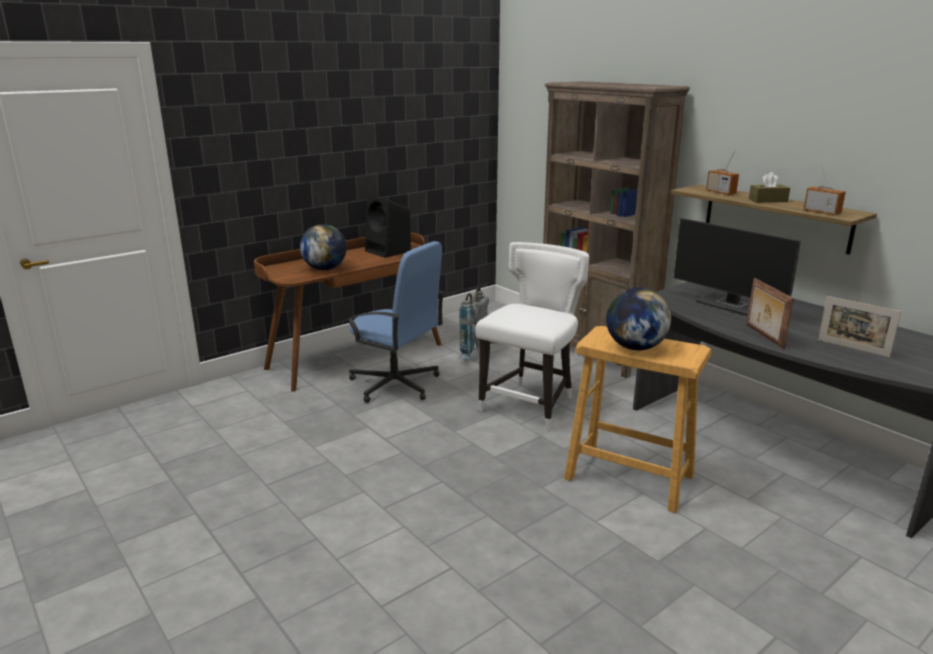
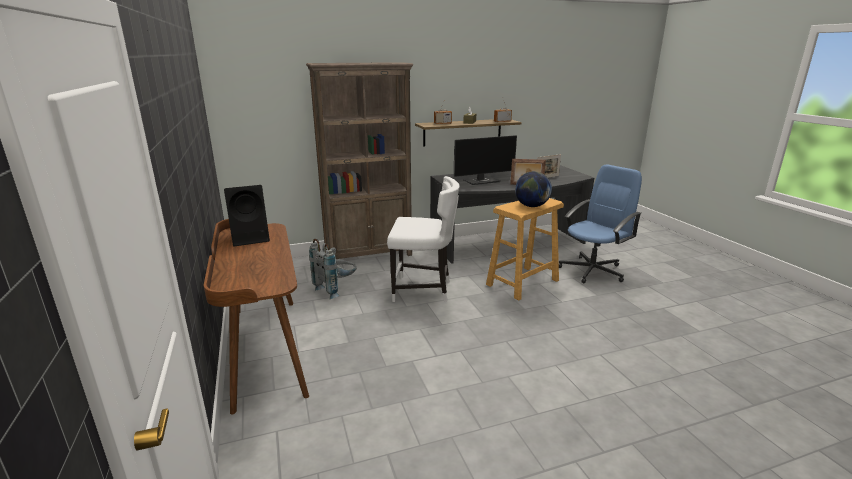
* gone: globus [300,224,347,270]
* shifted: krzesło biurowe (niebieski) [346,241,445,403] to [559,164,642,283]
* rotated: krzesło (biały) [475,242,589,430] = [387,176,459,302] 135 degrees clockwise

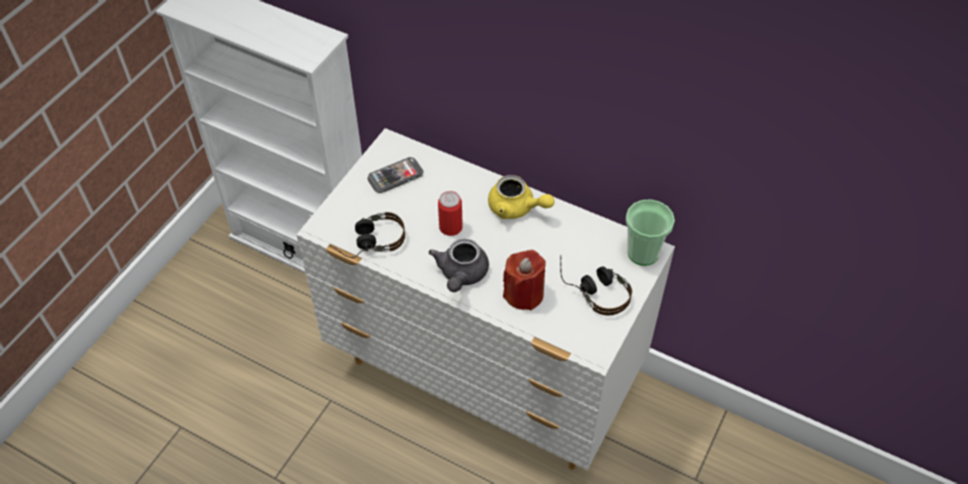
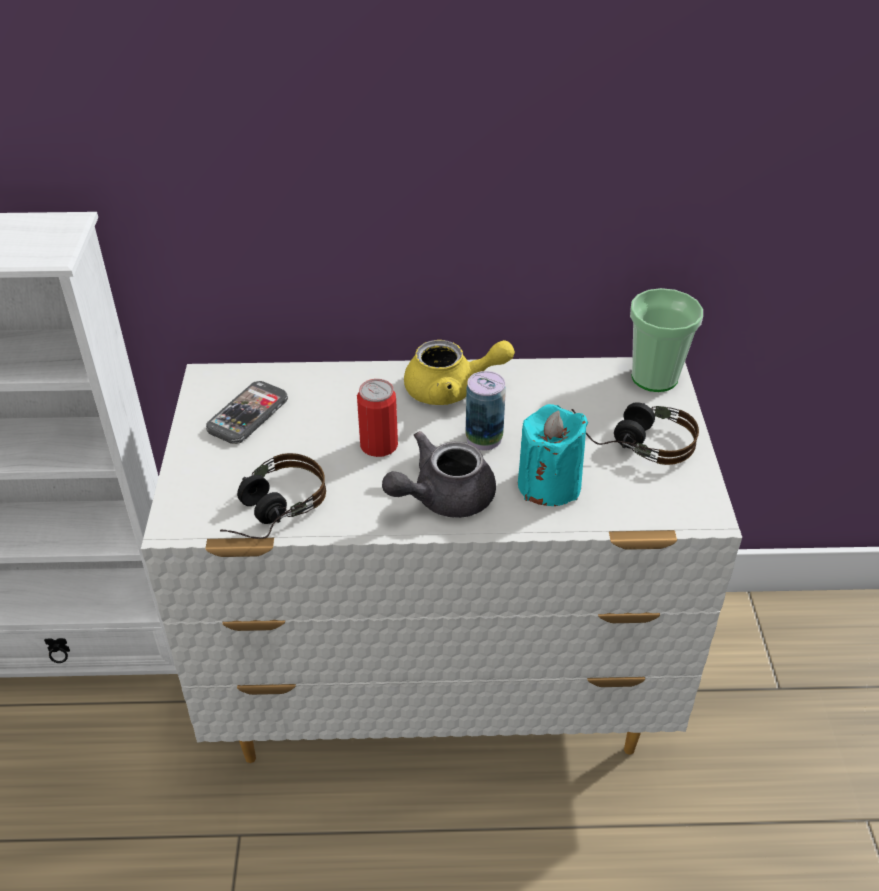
* new: puszka [466,371,506,450]
* repainted: świeca (czerwony) [503,250,546,310] to świeca (turkusowy) [518,404,588,506]
* rotated: imbryk (szary) [429,239,489,292] = [382,431,496,518] 75 degrees clockwise

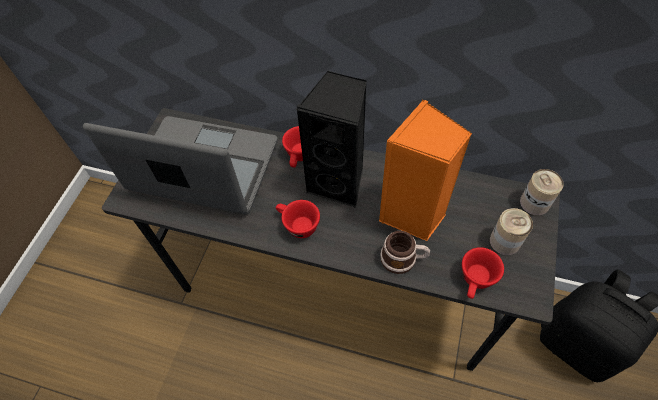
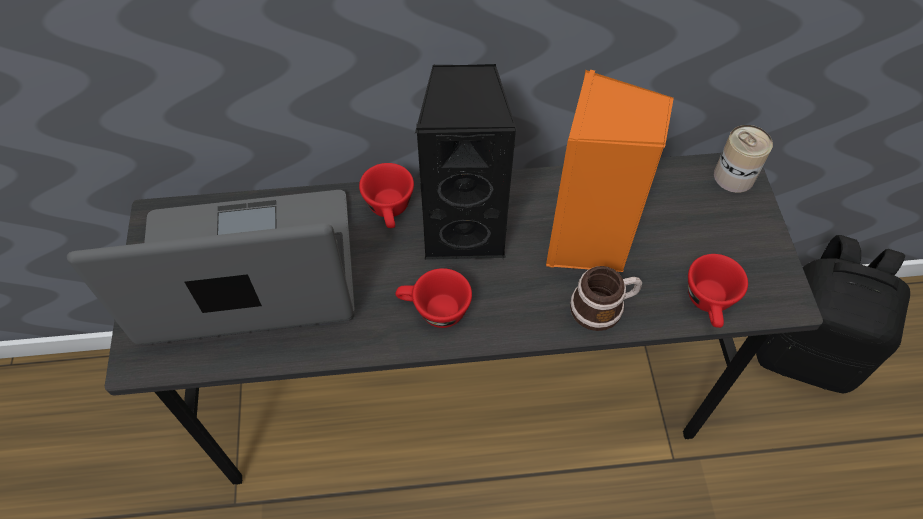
* gone: puszka [490,208,533,255]

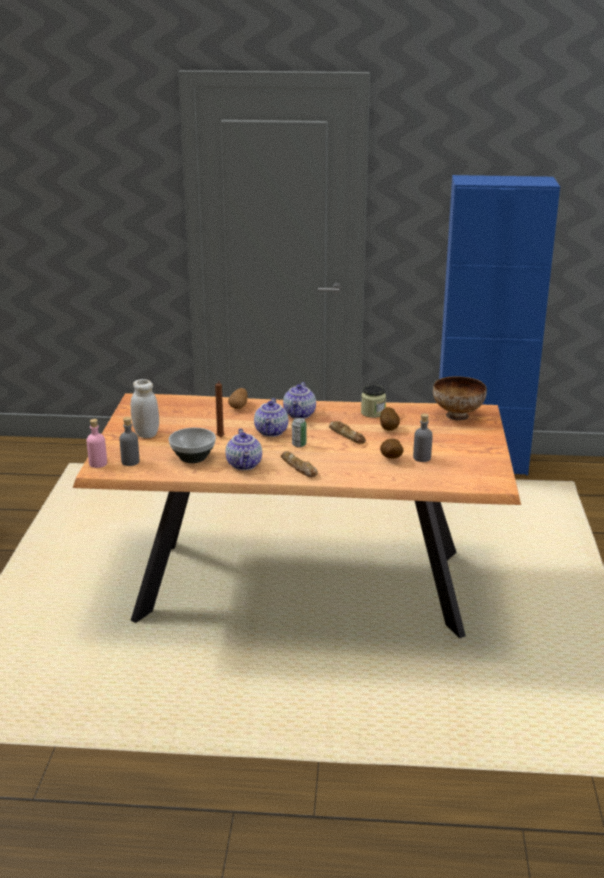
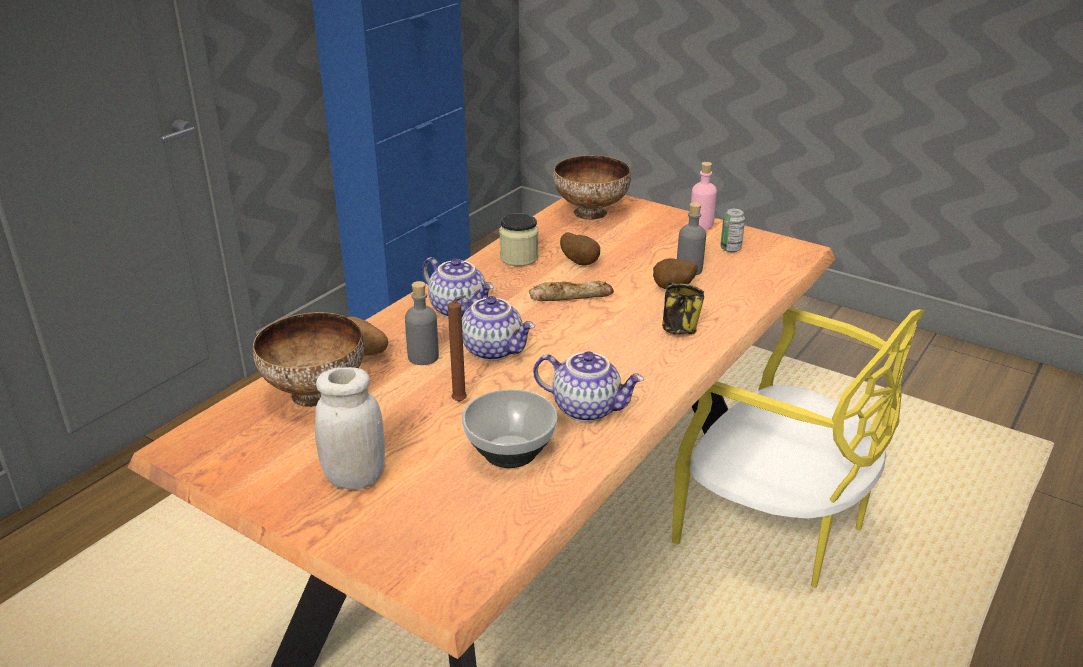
* gone: chleb [280,451,318,477]
* new: miska [253,312,364,407]
* new: kubek [662,283,704,334]
* new: krzesło (żółty) [672,307,925,588]
* shifted: butelka (różowy) [87,419,107,468] to [691,162,717,229]
* shifted: butelka (szary) [119,417,139,466] to [405,281,439,365]
* shifted: puszka [292,418,306,447] to [720,209,745,252]

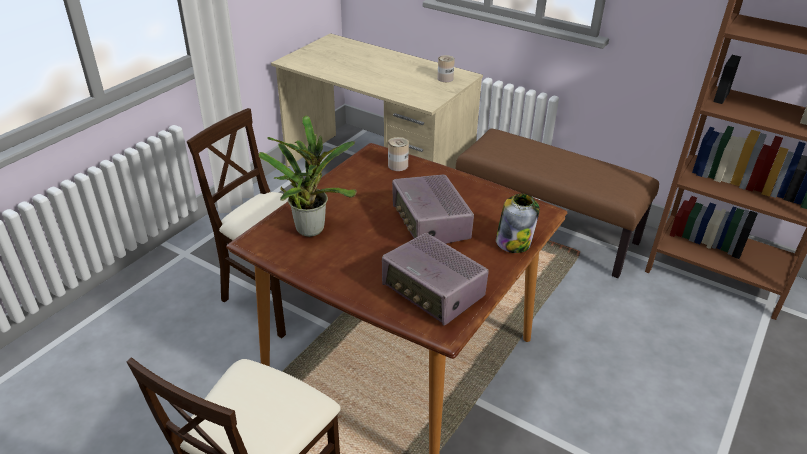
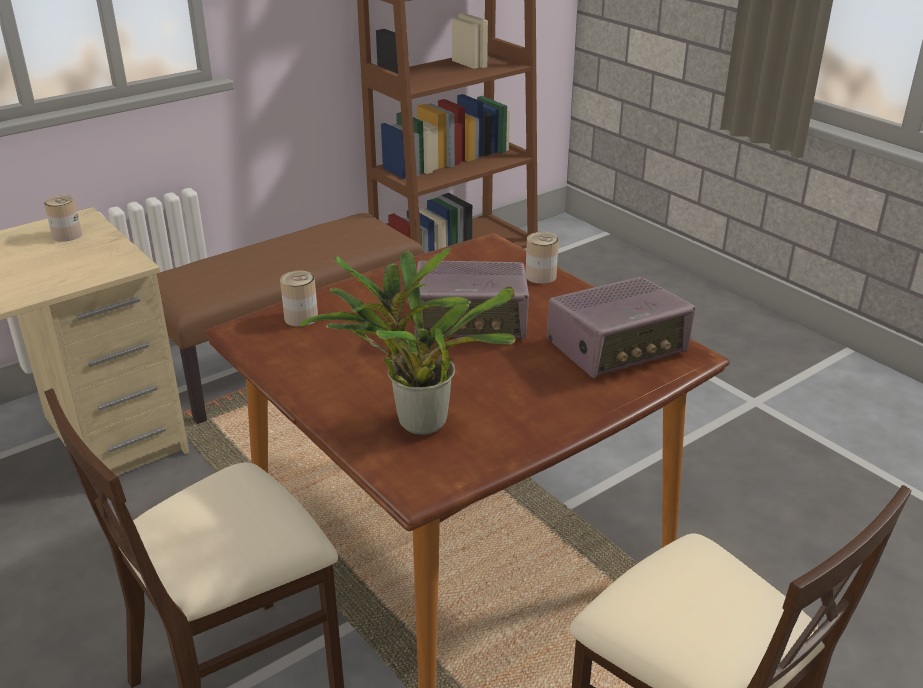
* swapped: słoik [496,194,540,253] to puszka [526,232,559,284]

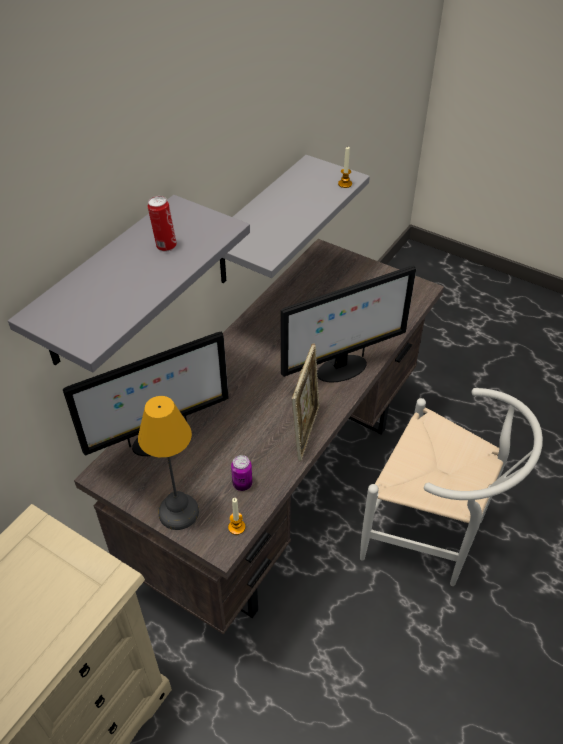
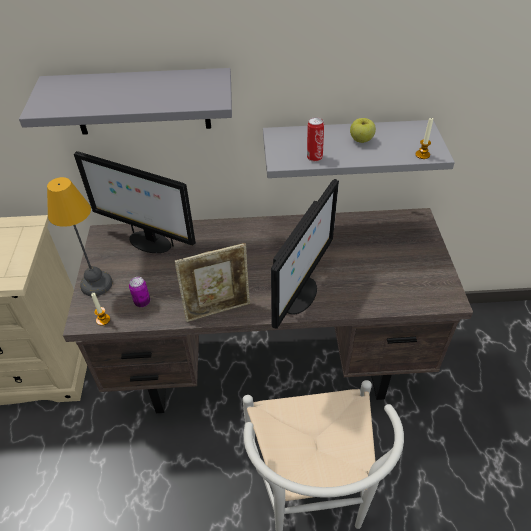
* new: jabłko [350,118,376,143]
* shifted: puszka [148,196,177,252] to [307,117,324,162]
* rotated: monitor [281,266,416,383] = [271,179,339,329] 90 degrees counterclockwise

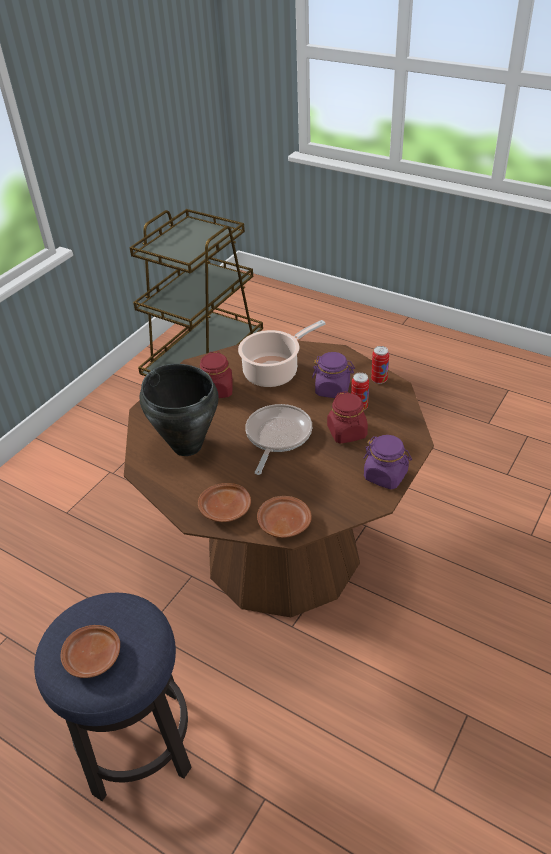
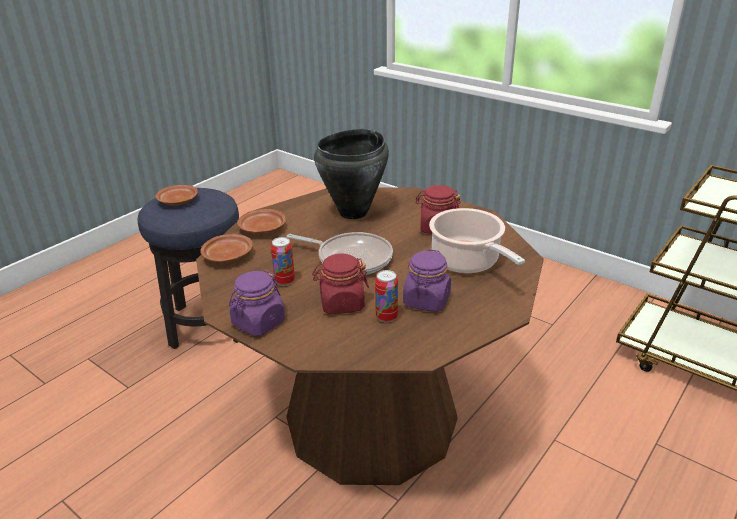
* shifted: puszka [371,346,389,384] to [271,237,295,286]

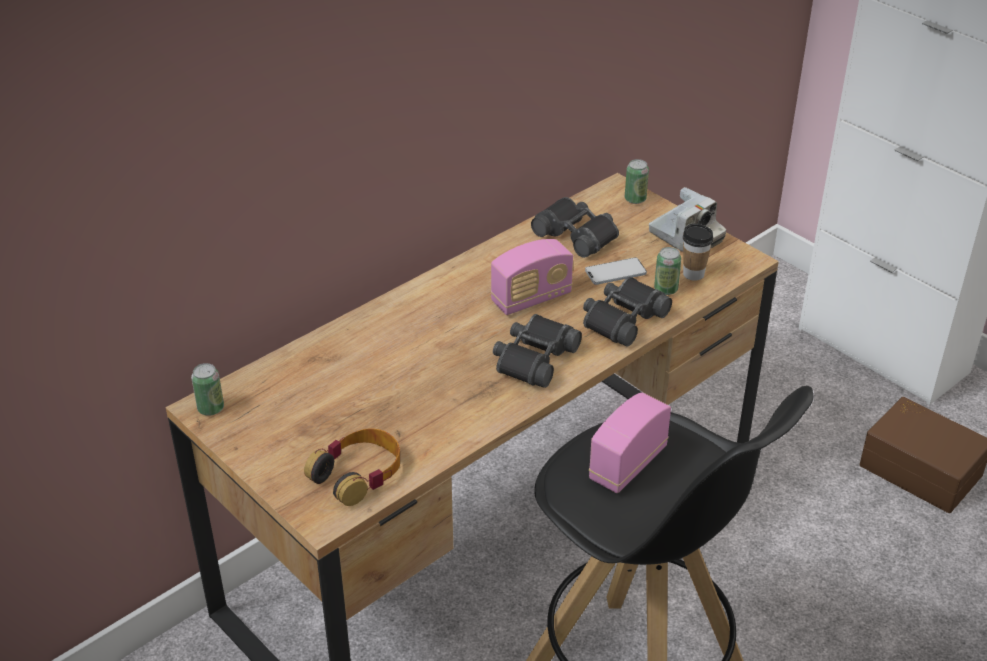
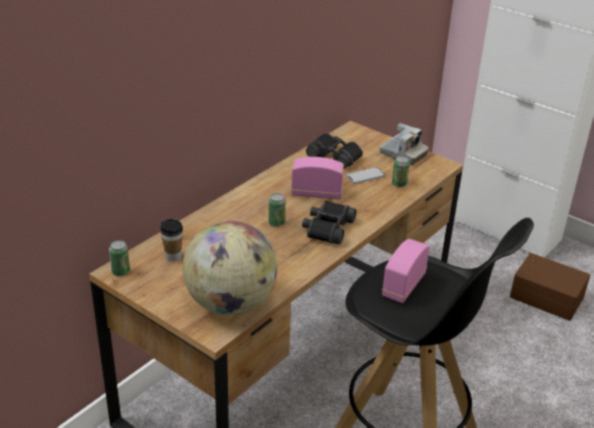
* gone: lornetka (czarny) [583,277,672,346]
* shifted: puszka [625,159,649,204] to [269,193,286,227]
* shifted: filiżanka [683,224,714,281] to [160,219,183,261]
* swapped: słuchawki [304,428,400,506] to globus [183,221,277,315]
* rotated: radio [491,239,573,315] = [291,157,344,200] 135 degrees counterclockwise

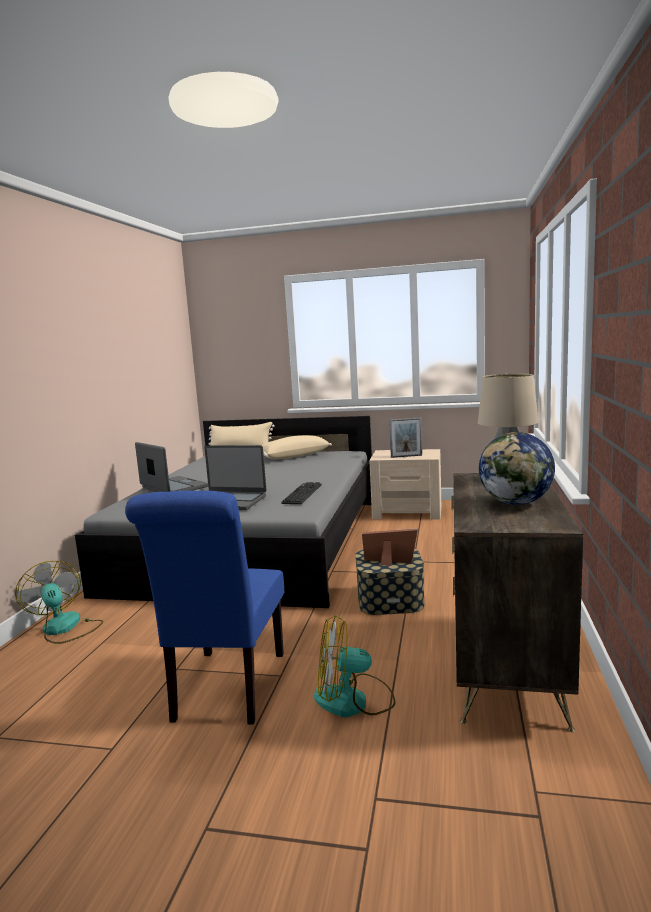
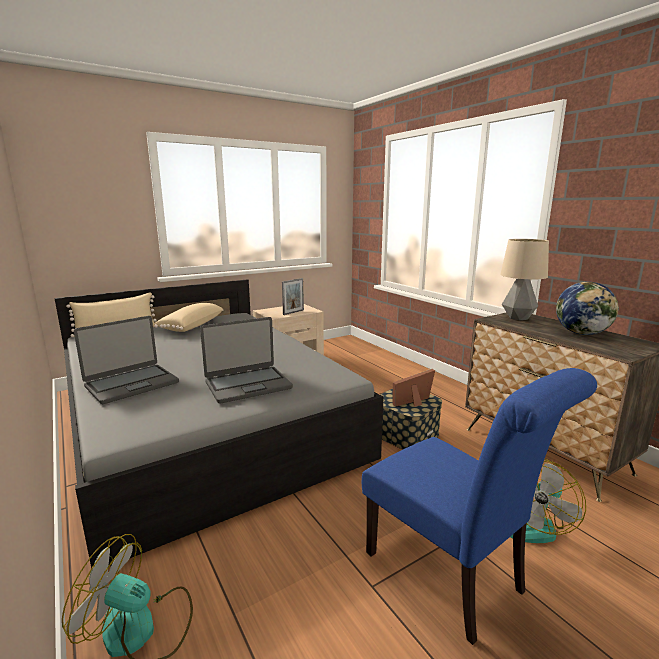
* gone: klawiatura [281,482,322,504]
* rotated: laptop [135,442,208,492] = [74,316,179,404] 135 degrees clockwise

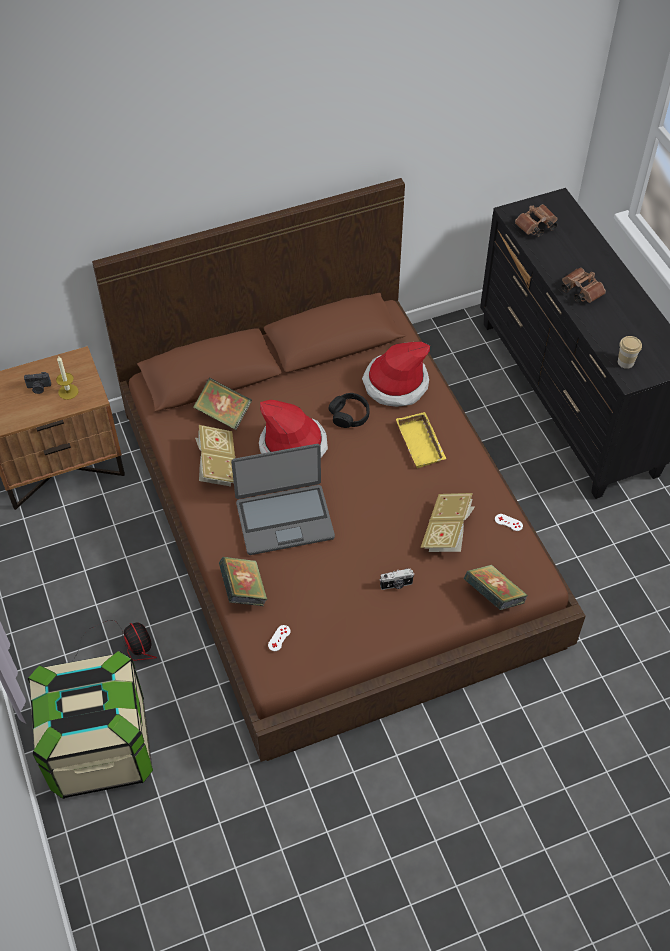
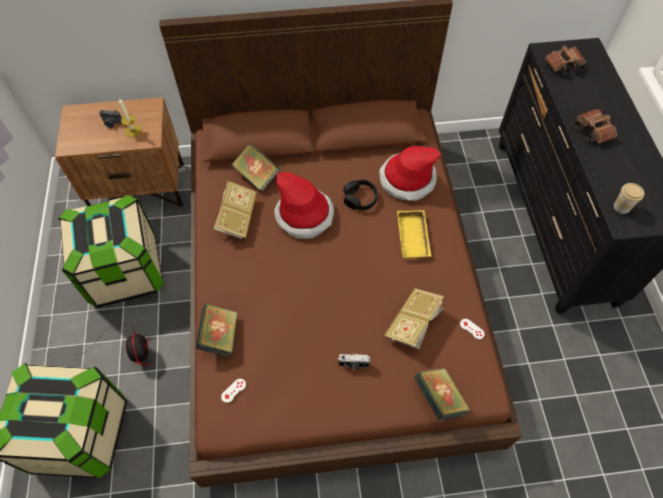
* gone: laptop [231,444,335,555]
* new: pojemnik do przechowywania [58,195,164,308]

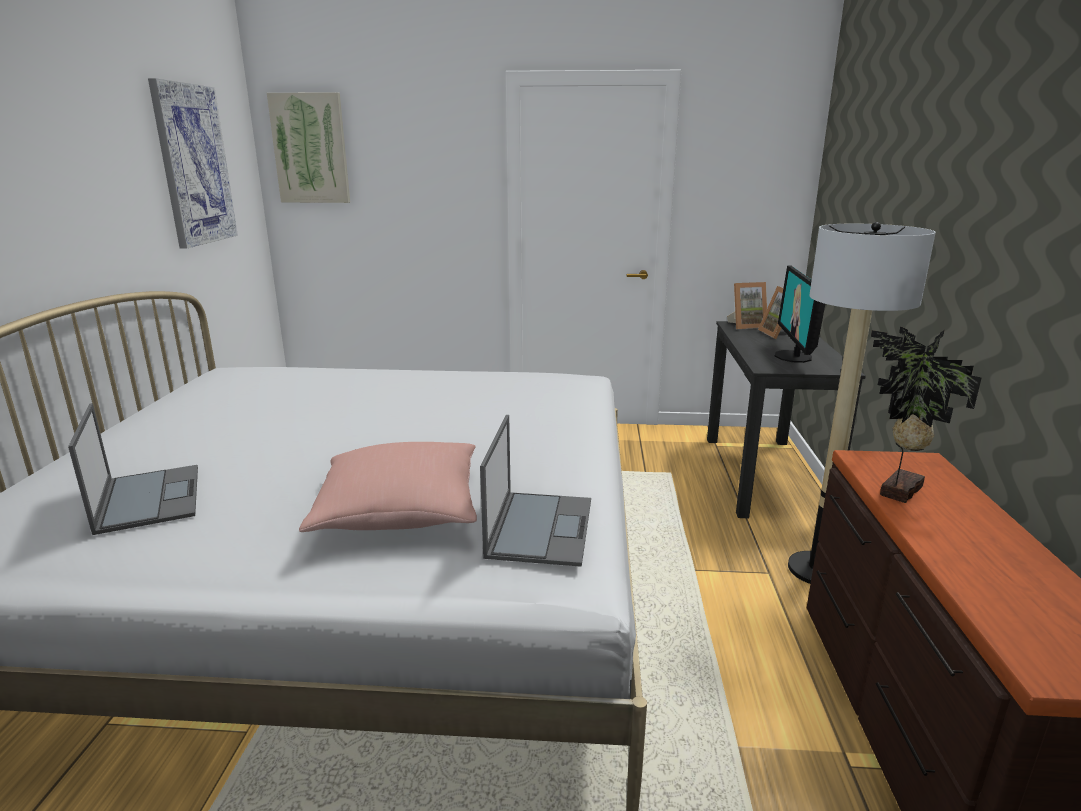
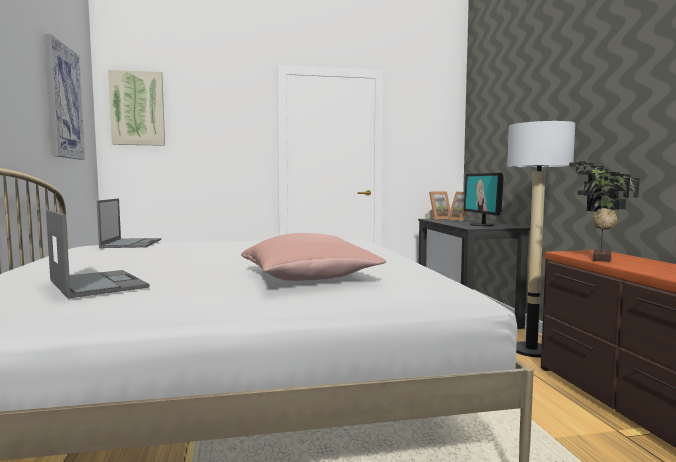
* shifted: laptop [480,415,591,567] to [97,199,161,248]

